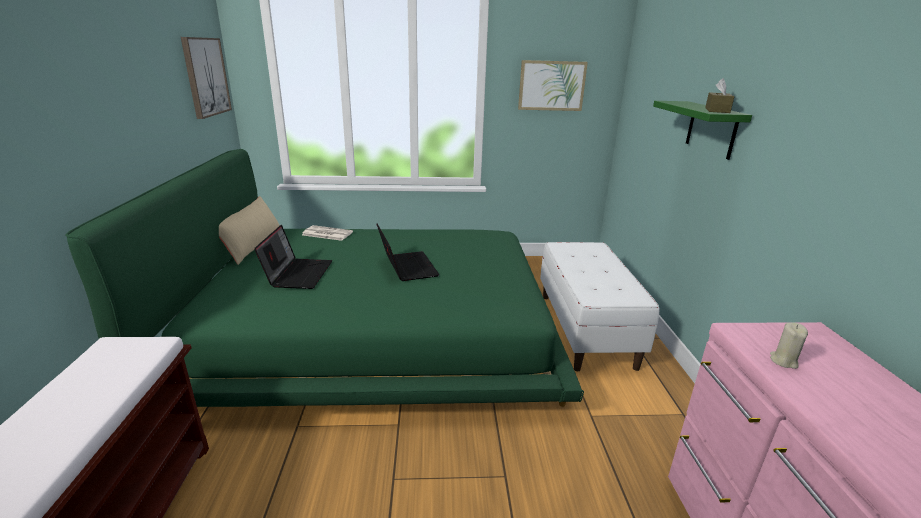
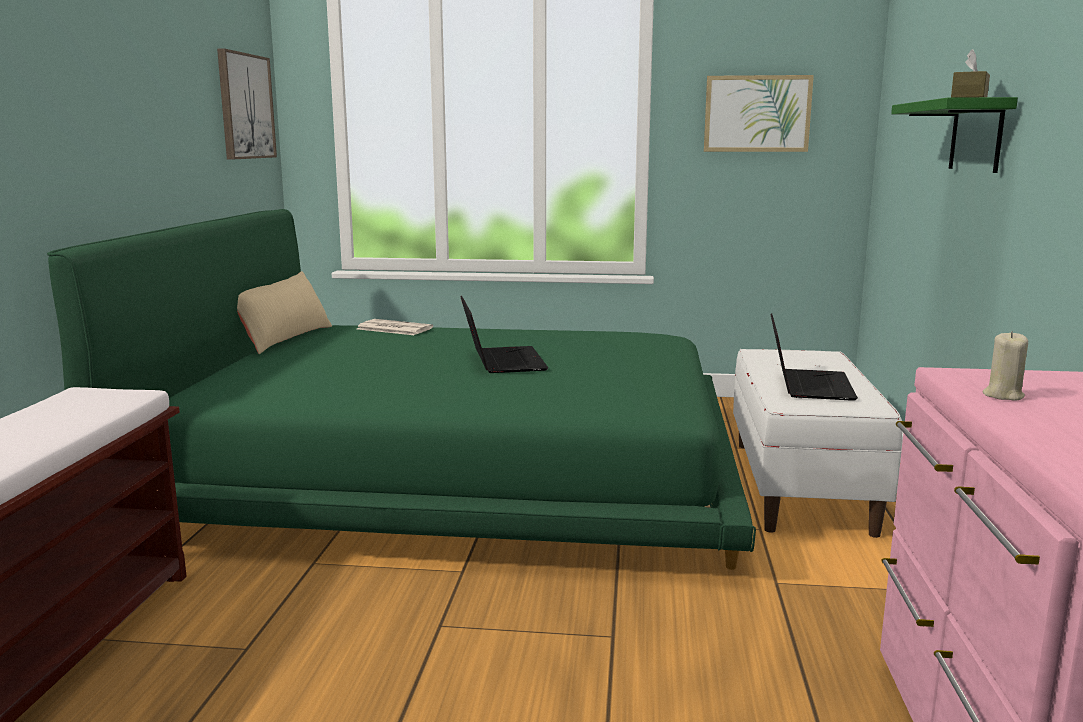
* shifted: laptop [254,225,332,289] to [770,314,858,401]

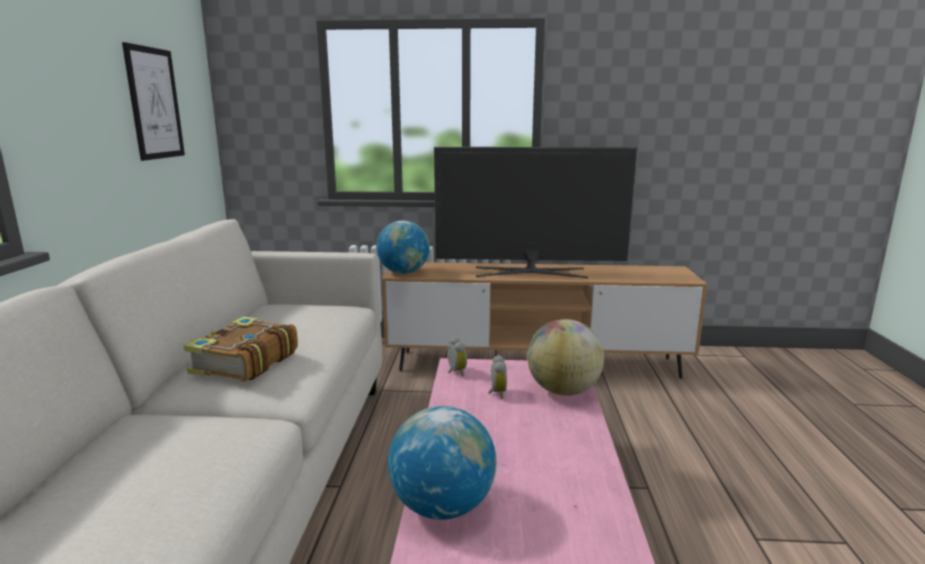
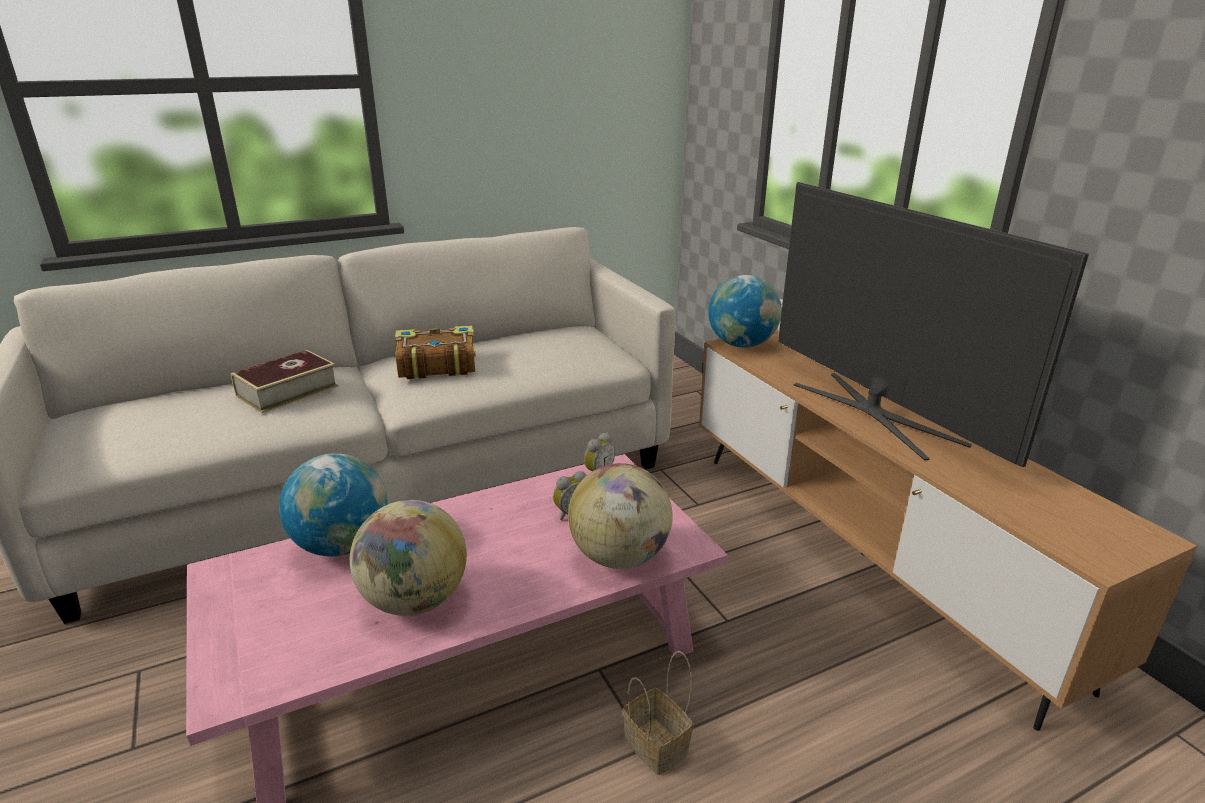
* gone: obraz [122,42,185,161]
* new: książka [230,350,339,413]
* new: globus [350,500,467,616]
* new: koszyk [623,651,693,775]

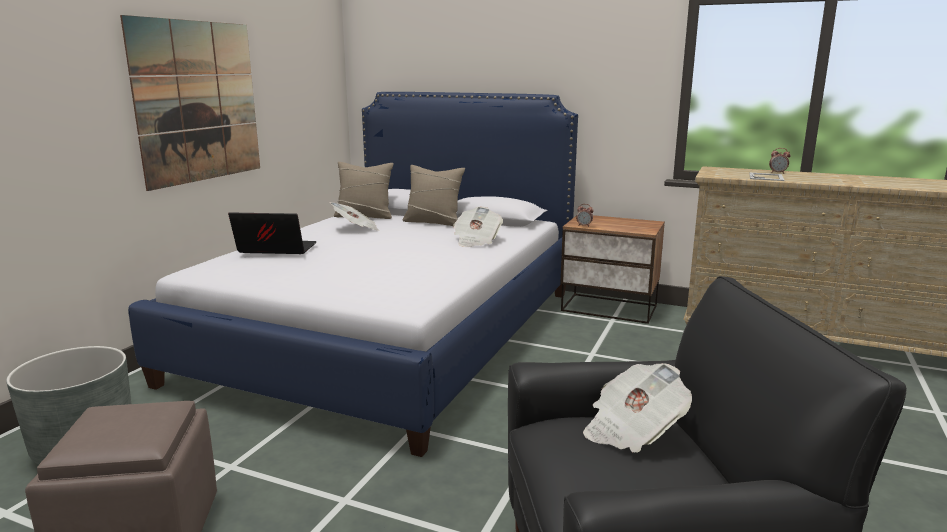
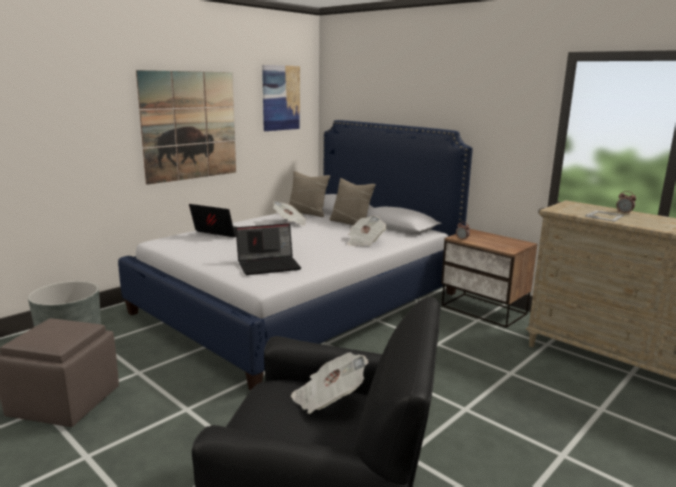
* new: laptop [236,223,301,275]
* new: obraz [262,65,300,131]

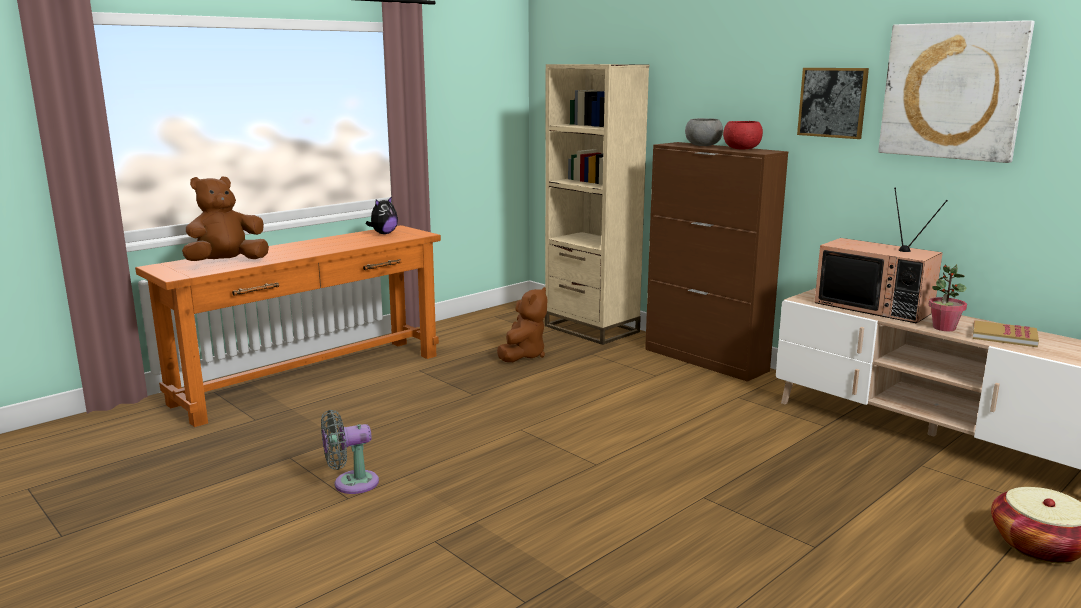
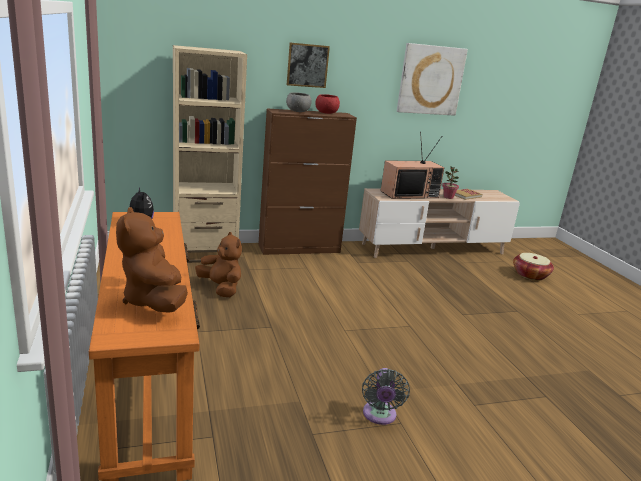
* shifted: obraz [797,68,869,139] to [287,43,330,88]

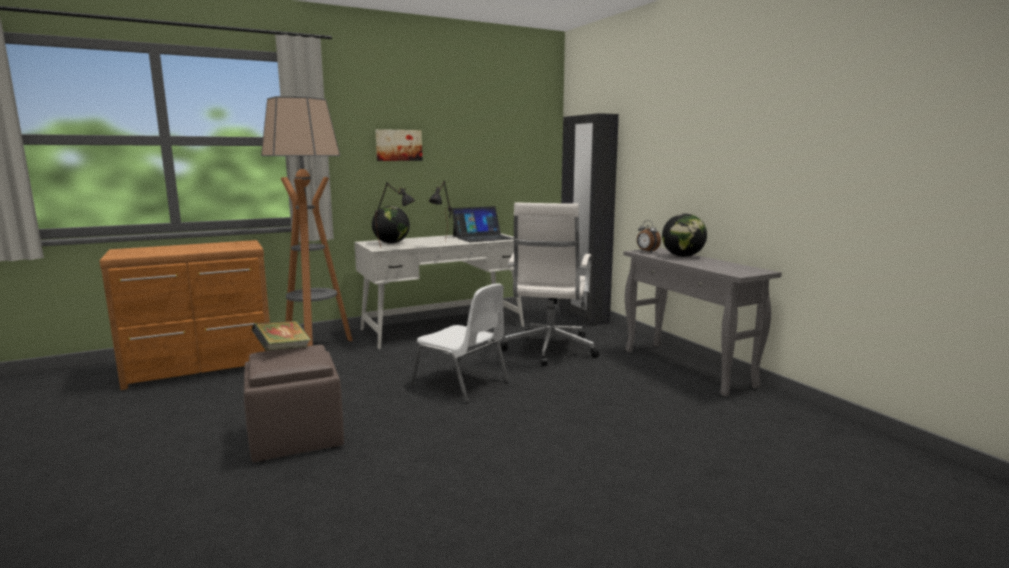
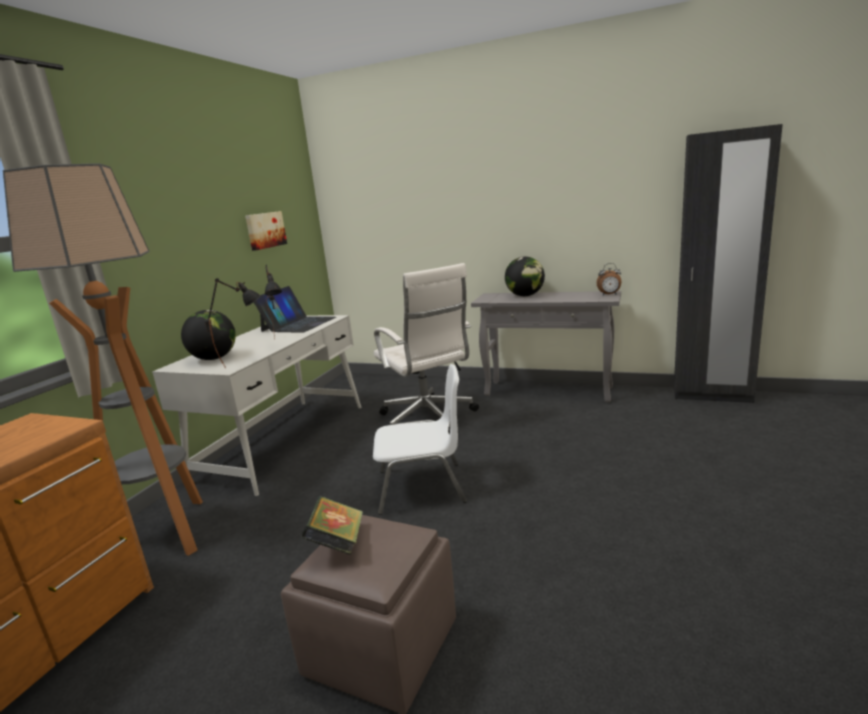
* shifted: obraz [375,129,422,161] to [245,211,287,251]
* shifted: szafa (czarny) [559,113,619,326] to [674,124,783,403]
* shifted: budzik [637,220,661,253] to [597,263,621,295]

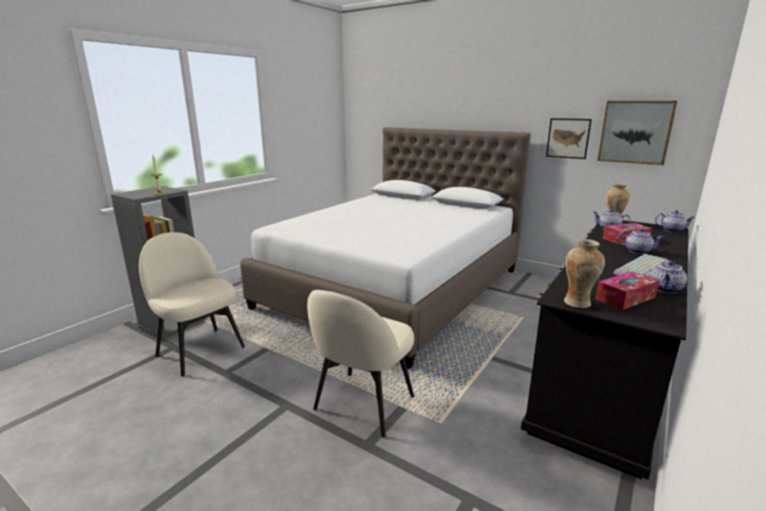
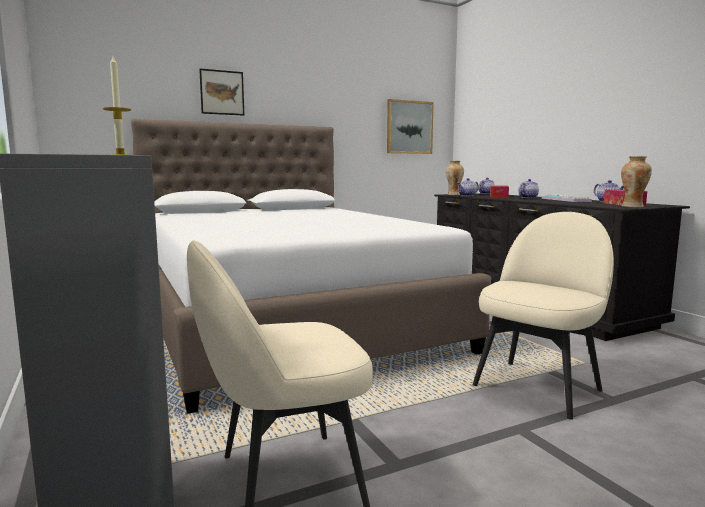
* shifted: obraz [546,118,592,159] to [199,68,244,116]
* rotated: krzesło (beżowy) [307,290,414,438] = [473,212,614,420] 105 degrees counterclockwise

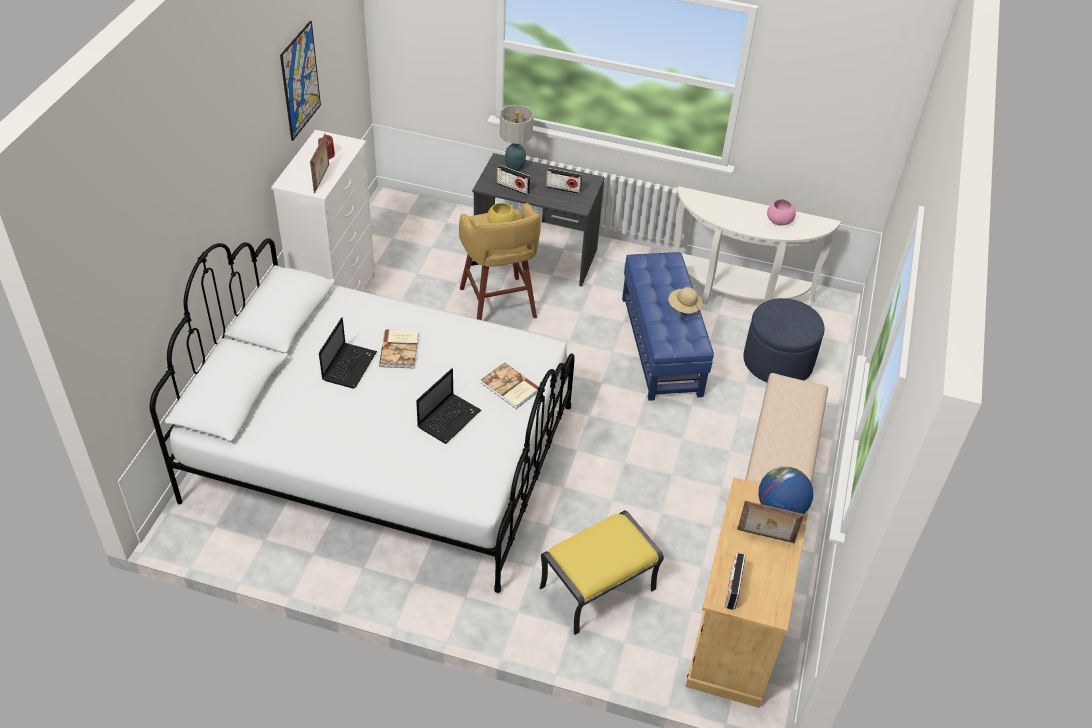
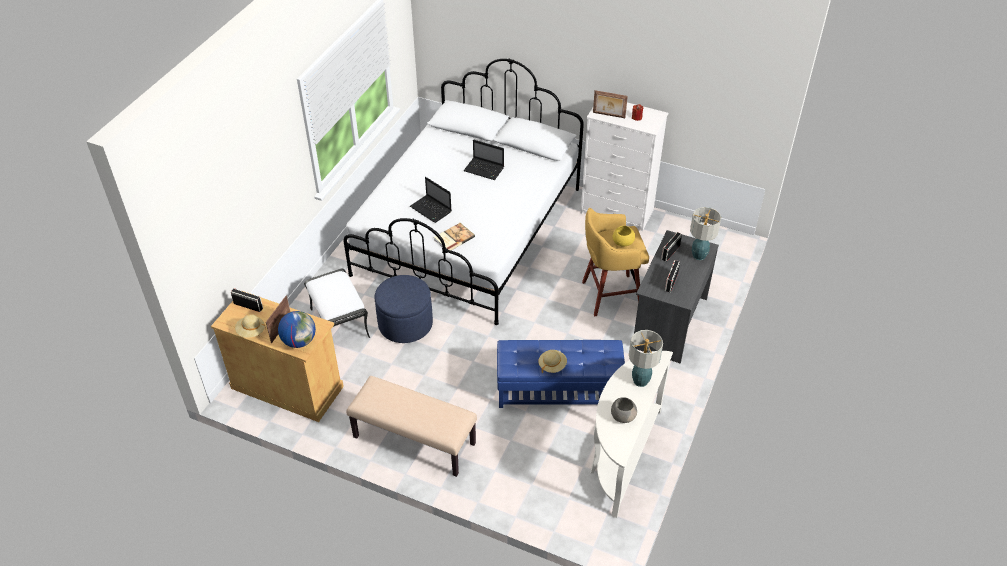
* gone: obraz [280,21,321,141]
* gone: książka [379,329,418,369]
* new: kapelusz (beżowy) [235,314,266,338]
* new: lampa stołowa [629,330,663,387]
* shifted: pufa (niebieski) [743,298,825,382] to [374,275,433,343]
* repainted: pufa (żółty) [540,510,664,635] to pufa (biały) [304,269,370,338]
* repainted: miska (różowy) [767,199,796,225] to miska (szary) [611,397,637,423]

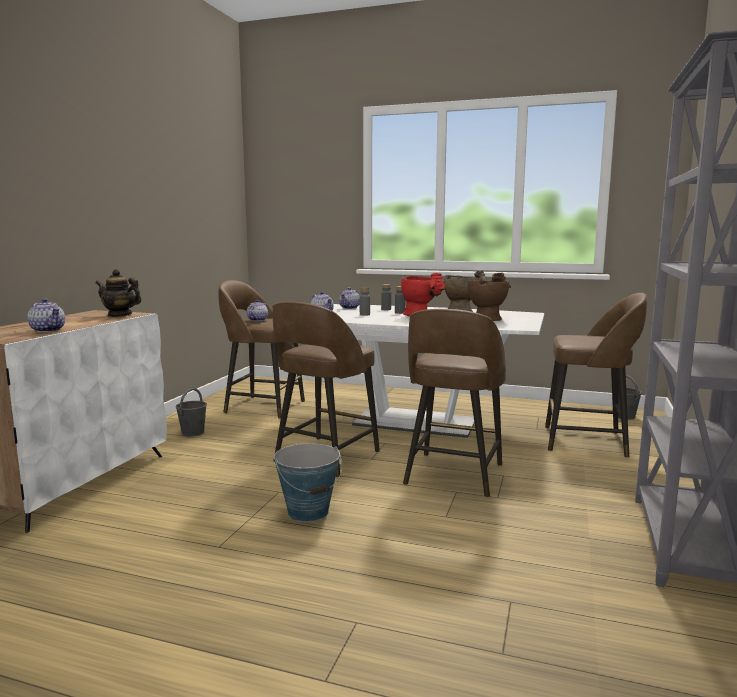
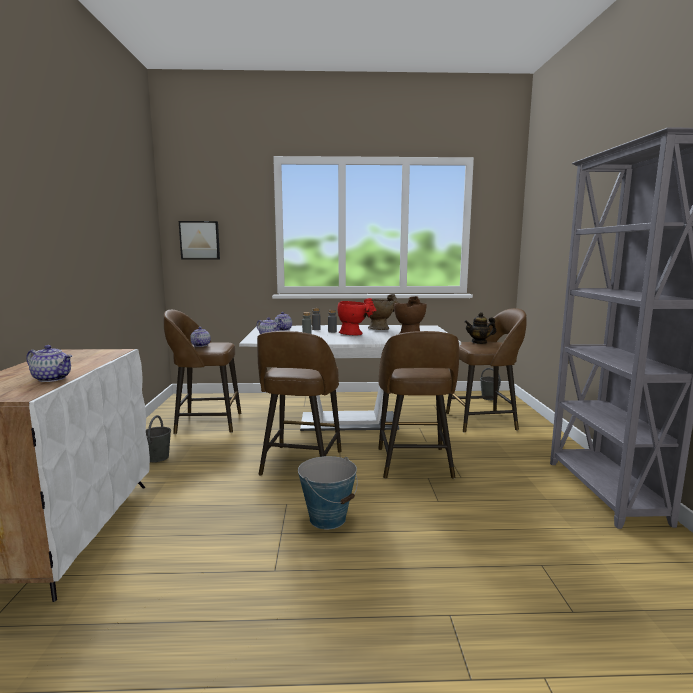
* new: obraz [179,221,220,260]
* shifted: imbryk [96,269,141,317] to [464,312,496,344]

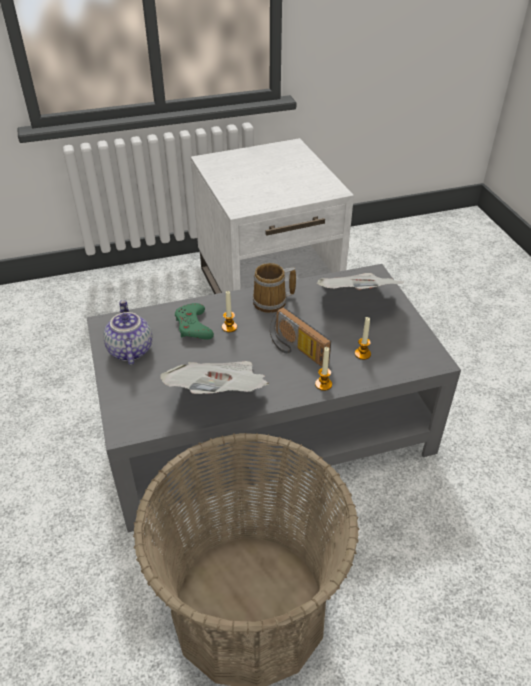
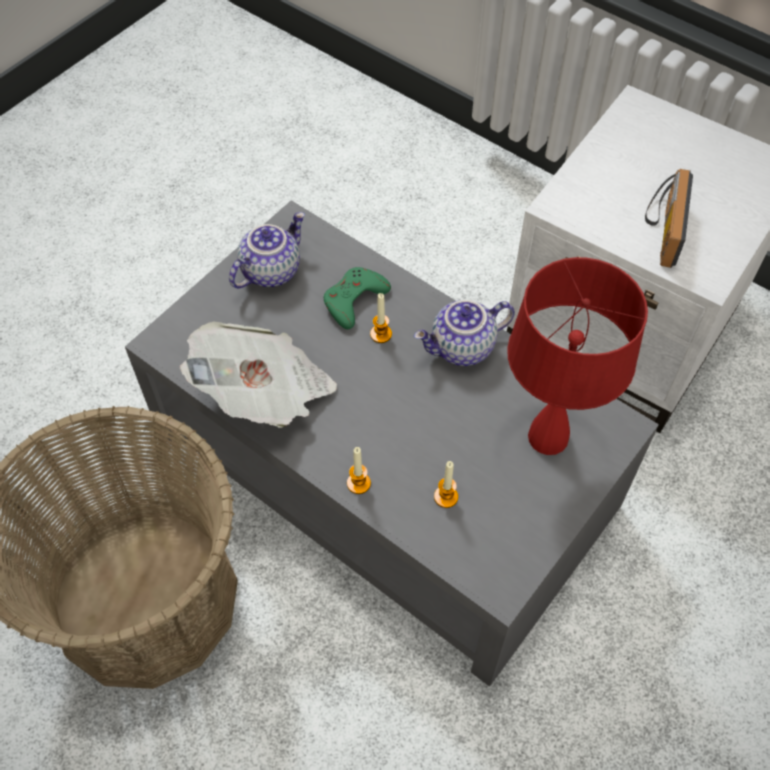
* shifted: radio [270,307,331,367] to [645,169,693,268]
* swapped: kubek [253,263,296,313] to imbryk [414,300,515,366]
* swapped: gazeta [317,273,404,290] to lampa stołowa (czerwony) [507,257,648,455]

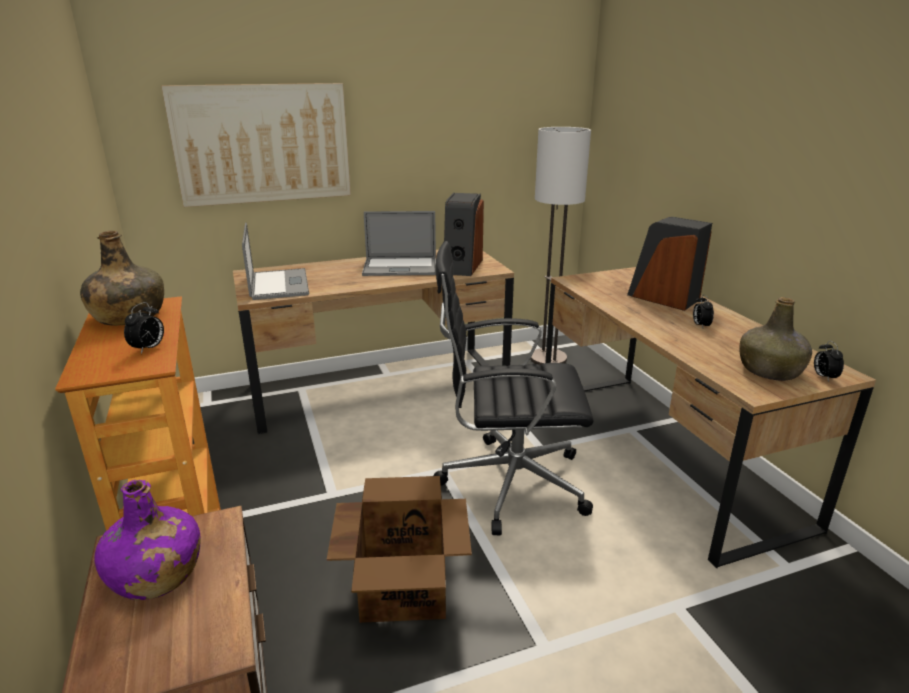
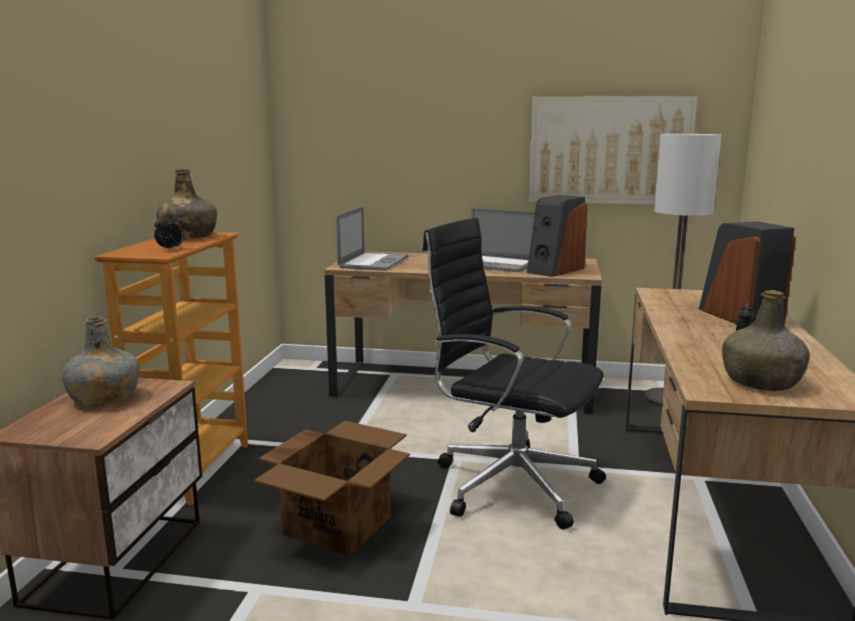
* gone: budzik [814,341,844,382]
* shifted: obraz [161,83,351,207] to [528,96,698,205]
* repainted: butelka (fioletowy) [94,480,201,600] to butelka (szary) [62,317,139,407]

